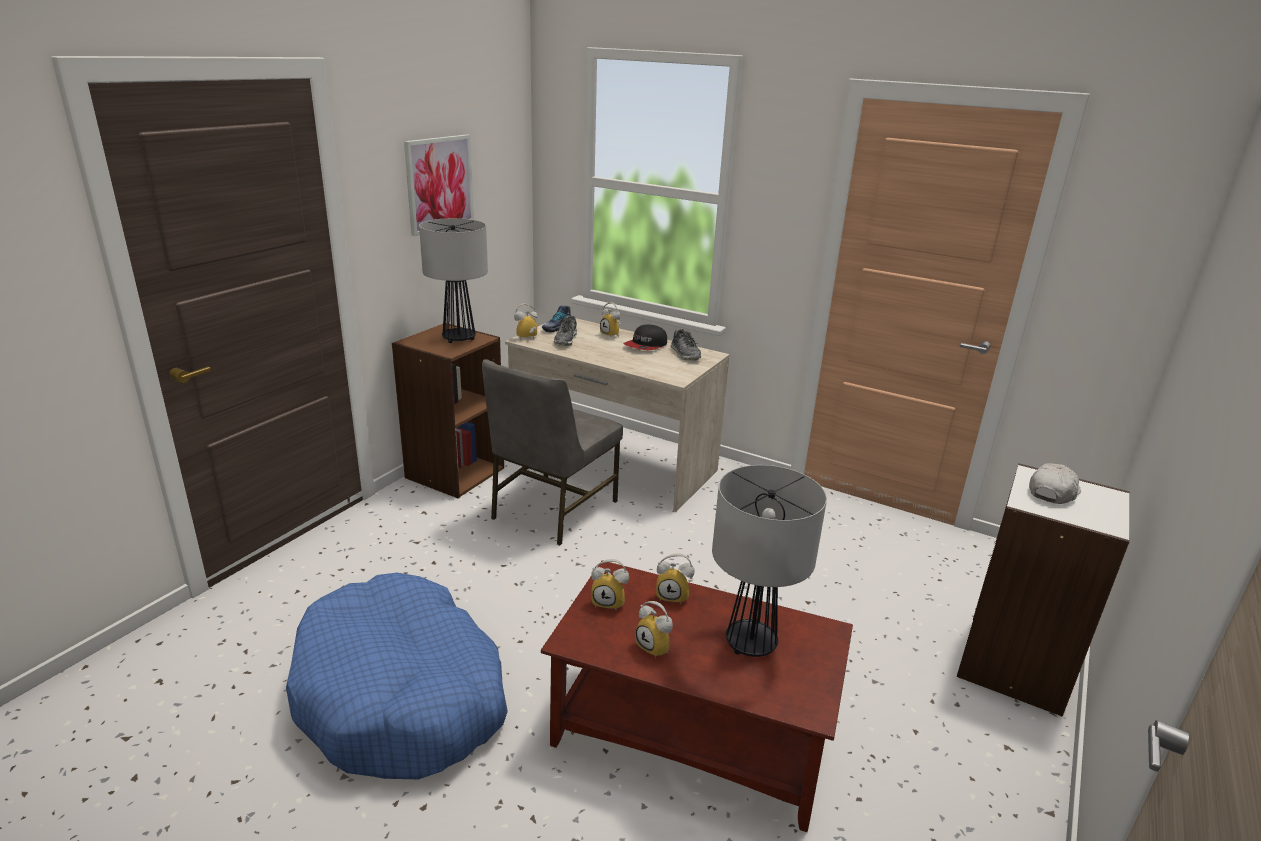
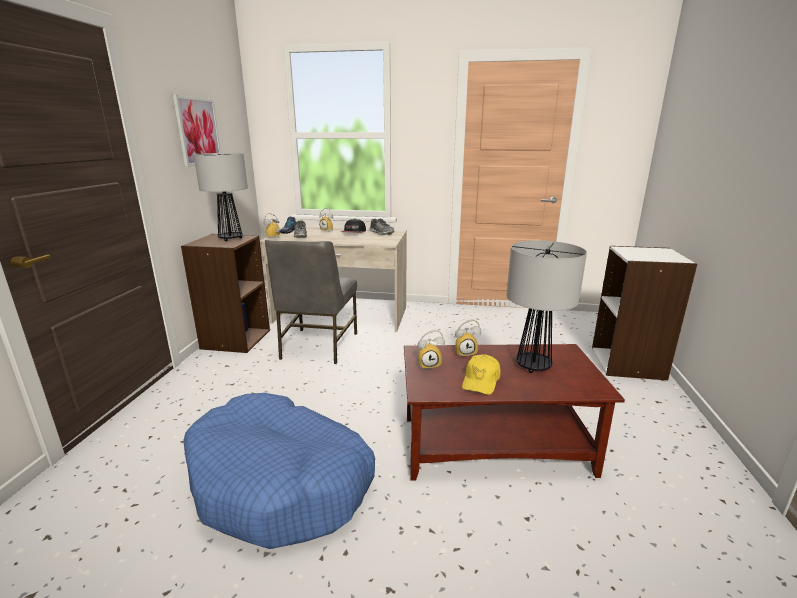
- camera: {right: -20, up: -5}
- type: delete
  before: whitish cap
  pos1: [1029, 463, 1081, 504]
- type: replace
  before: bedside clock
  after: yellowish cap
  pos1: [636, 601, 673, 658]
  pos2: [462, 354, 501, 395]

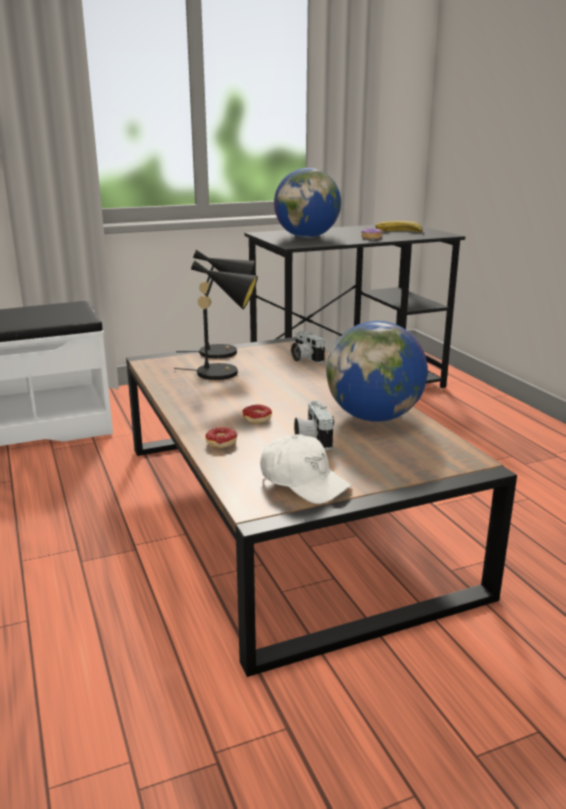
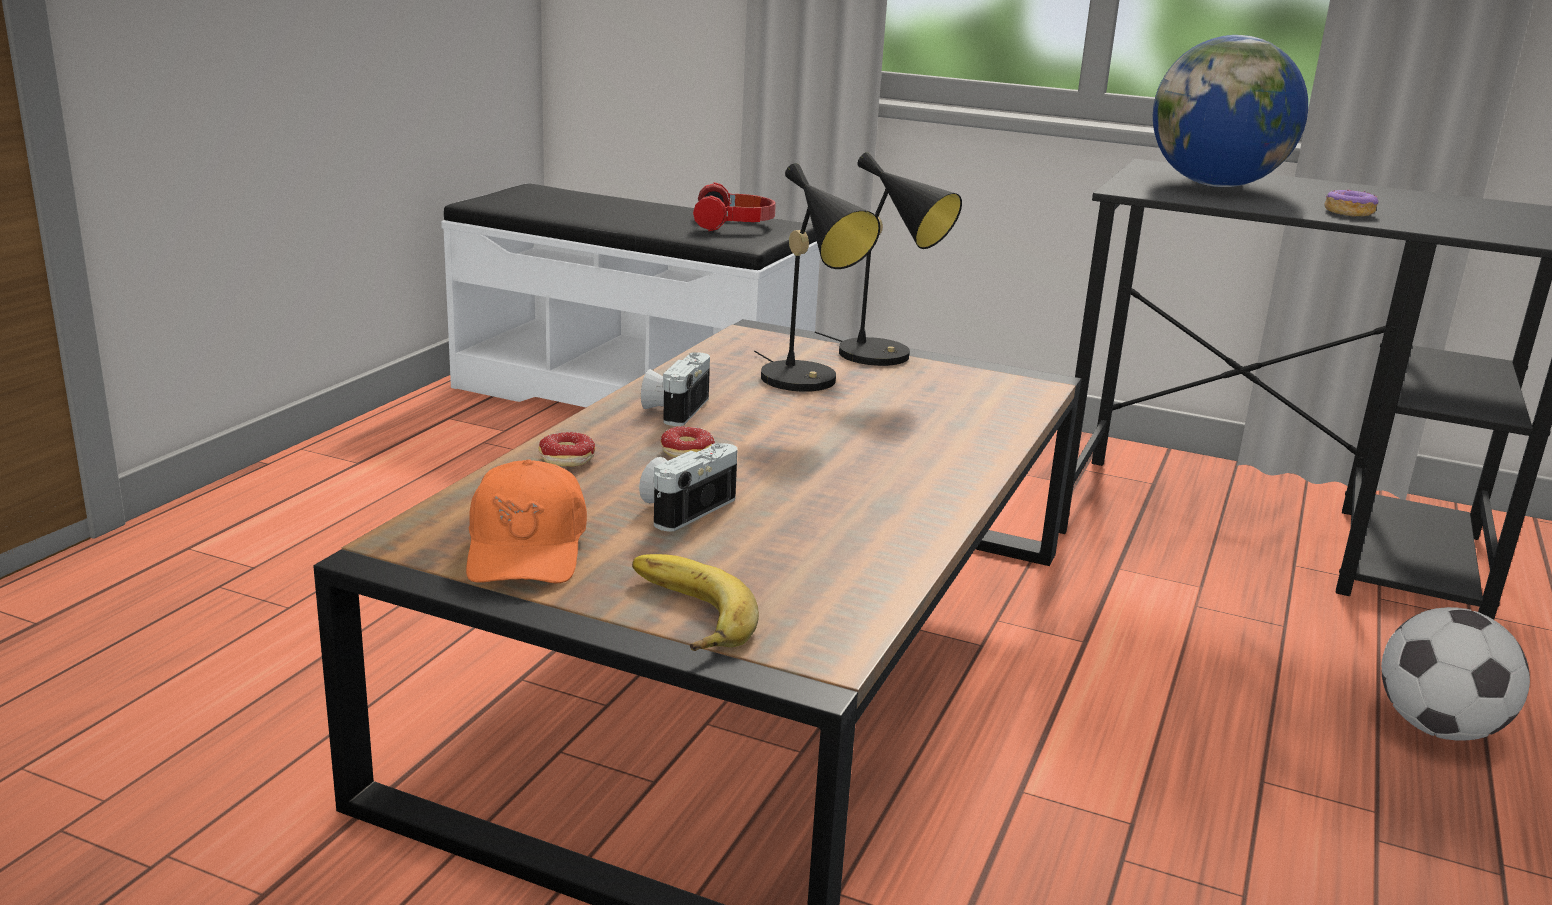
- camera: {right: 45, up: 0}
- type: move
  before: banana fruit
  pos1: [376, 221, 423, 232]
  pos2: [632, 554, 759, 651]
- type: delete
  before: world globe
  pos1: [326, 321, 428, 422]
- type: move
  before: photo camera
  pos1: [291, 331, 325, 363]
  pos2: [641, 352, 710, 426]
- type: recolor
  before: whitish cap
  after: orange cap
  pos1: [260, 434, 352, 504]
  pos2: [466, 459, 587, 583]
- type: insert
  after: headphones
  pos2: [693, 182, 776, 231]
- type: insert
  after: football
  pos2: [1381, 607, 1530, 741]

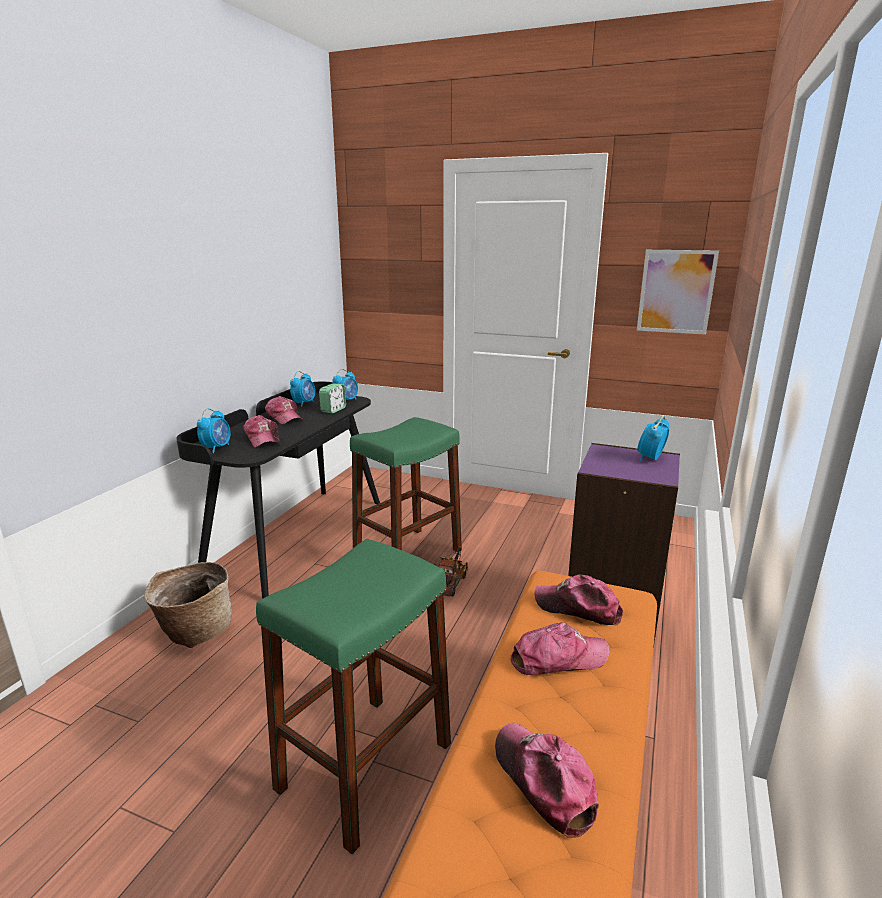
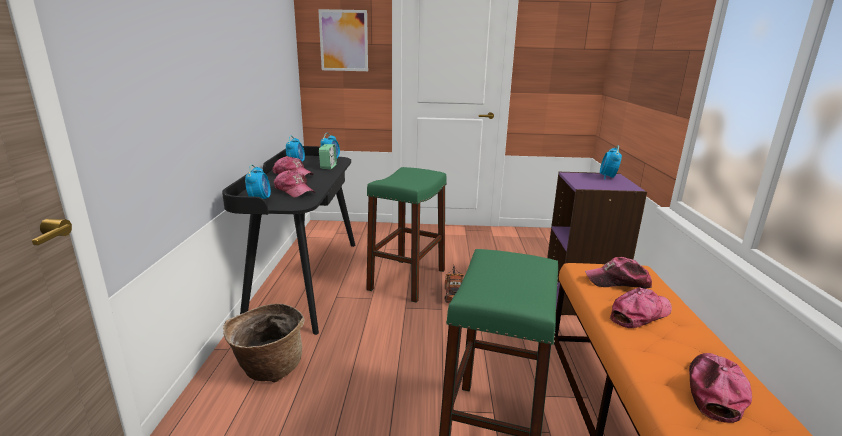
- camera: {right: -20, up: 0}
- type: move
  before: wall picture
  pos1: [637, 250, 719, 335]
  pos2: [318, 9, 368, 71]
- type: rotate
  before: cap
  pos1: [495, 723, 599, 838]
  pos2: [689, 353, 752, 423]
  turn: 75

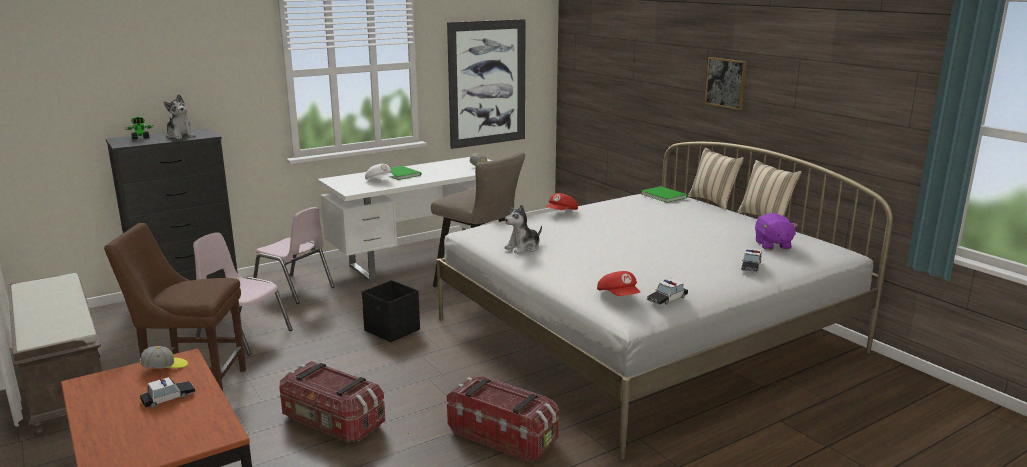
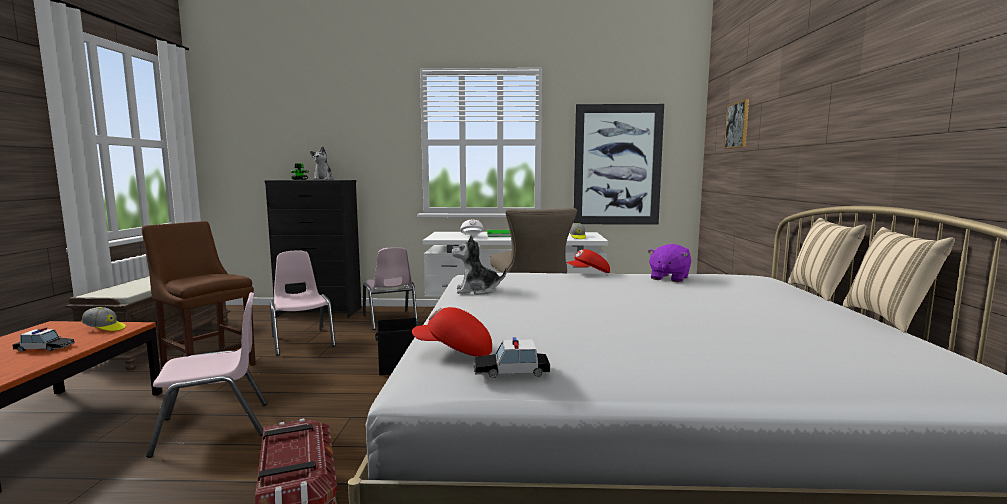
- camera: {right: 35, up: -10}
- type: move
  before: wall picture
  pos1: [705, 57, 747, 110]
  pos2: [724, 99, 749, 149]
- type: delete
  before: green-coloured volume
  pos1: [641, 186, 688, 203]
- type: move
  before: purple-coloured soft toy
  pos1: [755, 213, 798, 250]
  pos2: [647, 244, 691, 282]
- type: delete
  before: toy car
  pos1: [741, 248, 762, 272]
- type: rotate
  before: red cap
  pos1: [597, 271, 640, 296]
  pos2: [412, 307, 492, 357]
  turn: 90
- type: replace
  before: storage container
  after: pink upright chair
  pos1: [279, 361, 385, 442]
  pos2: [146, 292, 267, 458]

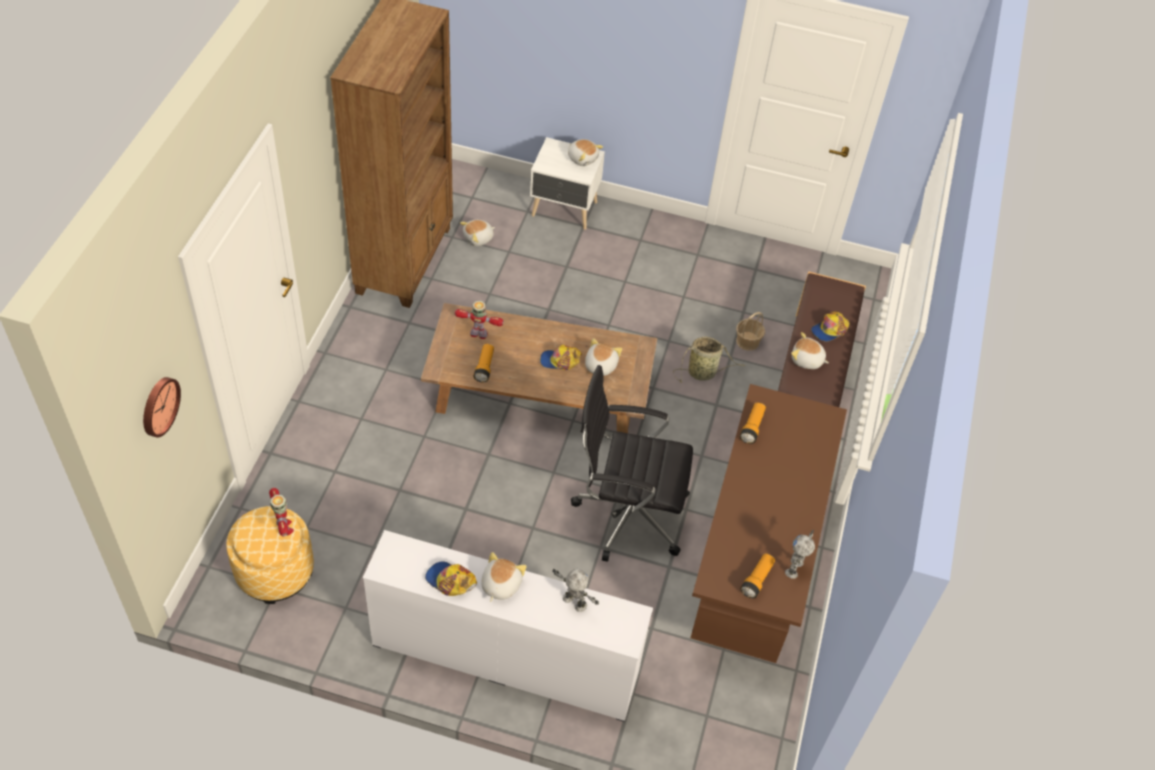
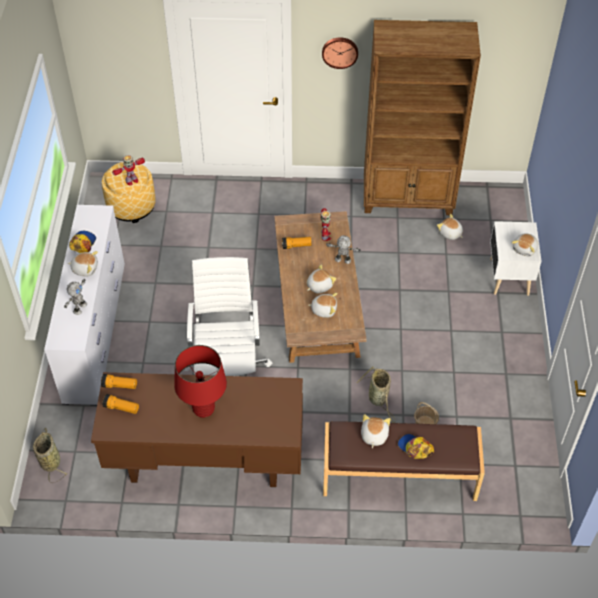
- camera: {right: 80, up: 0}
- type: replace
  before: cap
  after: soft toy
  pos1: [540, 345, 582, 370]
  pos2: [307, 264, 336, 293]
- type: recolor
  before: black computer chair
  after: whitish computer chair
  pos1: [571, 365, 693, 562]
  pos2: [184, 257, 273, 376]
- type: move
  before: hanging clock
  pos1: [143, 377, 181, 437]
  pos2: [322, 37, 358, 69]
- type: move
  before: flashlight
  pos1: [740, 402, 766, 444]
  pos2: [101, 374, 137, 389]
- type: move
  before: robot figure
  pos1: [785, 530, 815, 579]
  pos2: [326, 235, 361, 264]
- type: insert
  after: red tabletop lamp
  pos2: [174, 345, 227, 418]
- type: insert
  after: basket
  pos2: [33, 428, 68, 483]

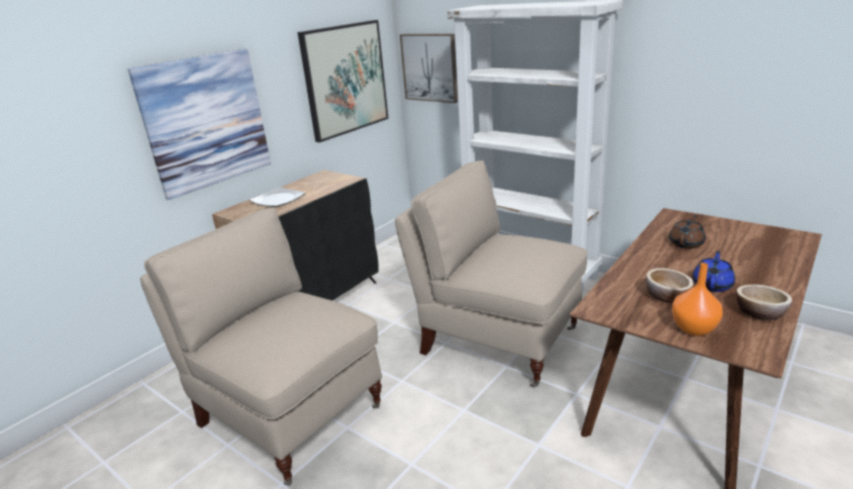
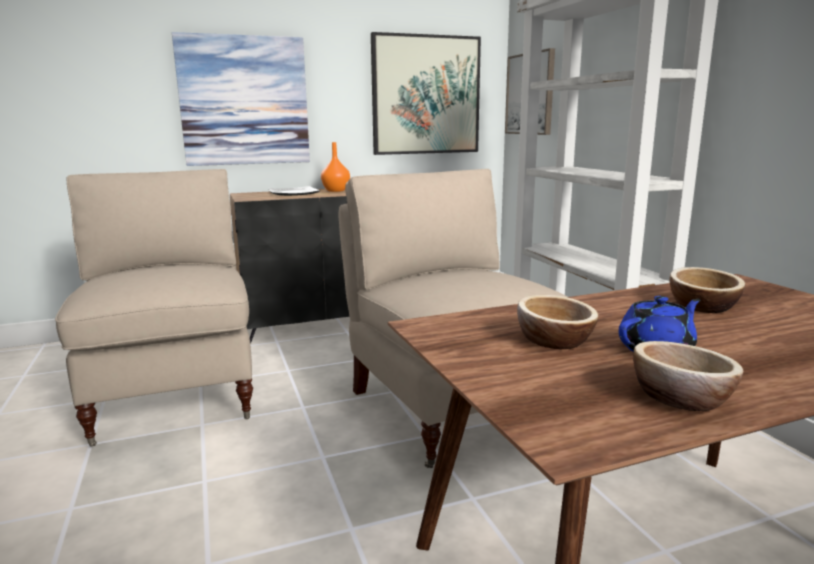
- camera: {right: 30, up: -10}
- type: replace
  before: brown teapot
  after: bowl
  pos1: [669, 215, 706, 249]
  pos2: [670, 267, 746, 313]
- type: move
  before: orange decorative vase
  pos1: [672, 263, 723, 336]
  pos2: [321, 142, 350, 192]

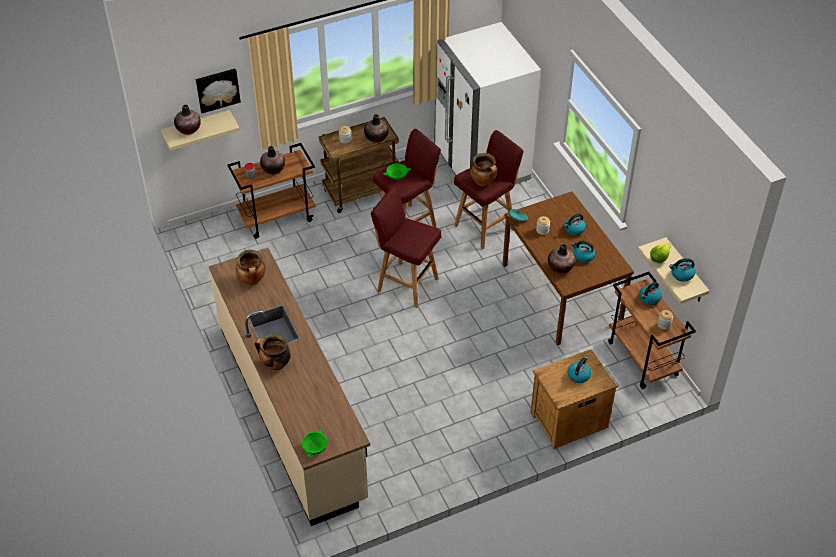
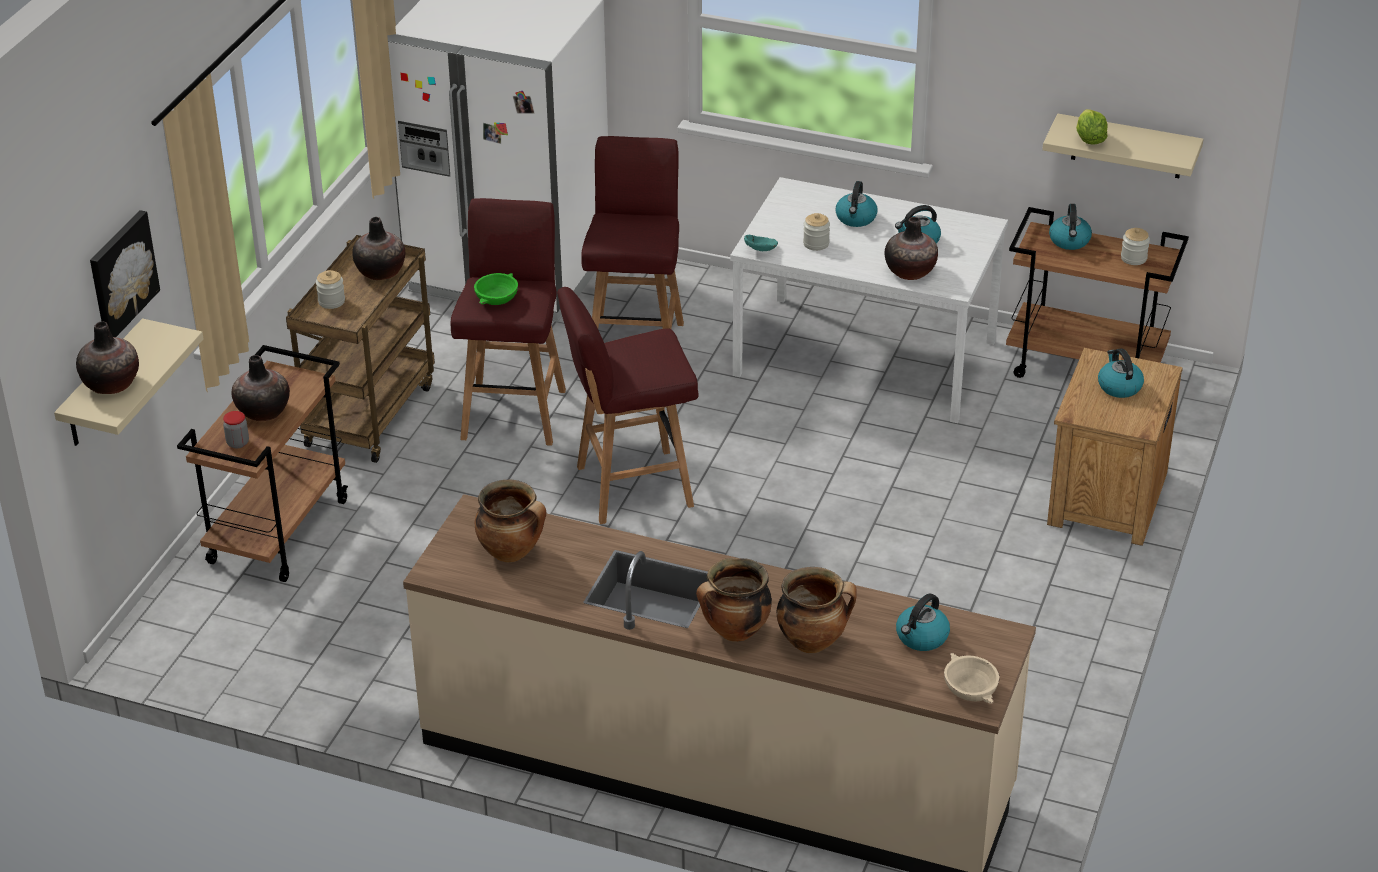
- camera: {right: -45, up: -10}
- type: move
  before: stockpot
  pos1: [470, 153, 497, 186]
  pos2: [777, 567, 857, 653]
- type: recolor
  before: brown dinner table
  after: whitish dinner table
  pos1: [503, 192, 634, 345]
  pos2: [730, 177, 1008, 423]
- type: move
  before: water kettle
  pos1: [669, 258, 695, 282]
  pos2: [896, 593, 950, 651]
- type: recolor
  before: green-coloured bowl
  after: beige-coloured bowl
  pos1: [302, 429, 327, 458]
  pos2: [944, 653, 1000, 704]

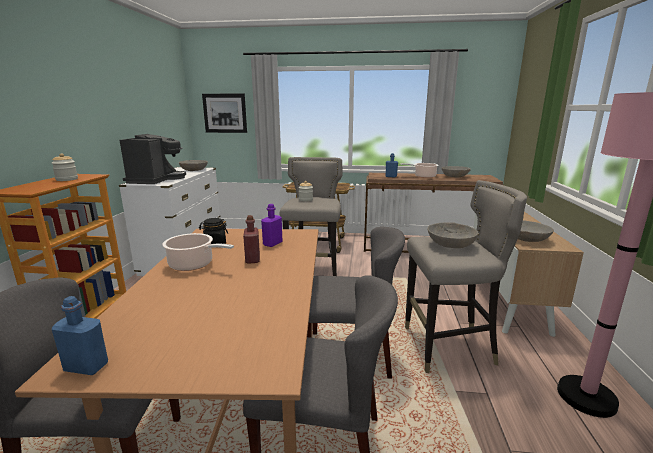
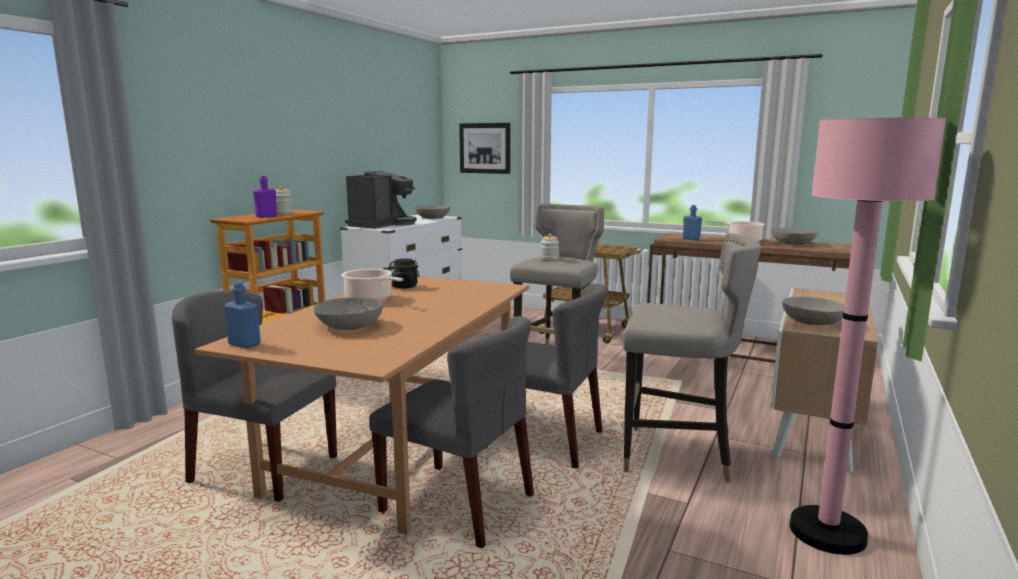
- camera: {right: 20, up: -5}
- type: move
  before: purple-coloured drink bottle
  pos1: [261, 204, 282, 247]
  pos2: [253, 176, 277, 218]
- type: delete
  before: red drink bottle
  pos1: [243, 215, 260, 264]
- type: move
  before: gray bowl
  pos1: [427, 222, 478, 248]
  pos2: [313, 297, 383, 330]

